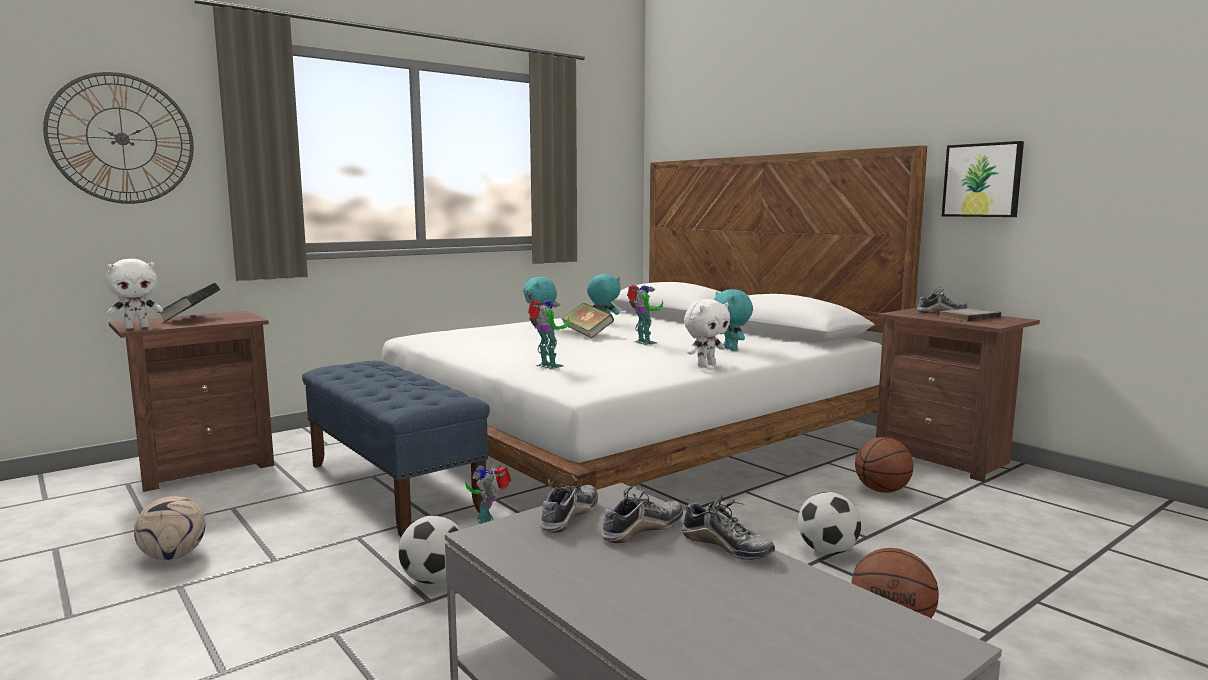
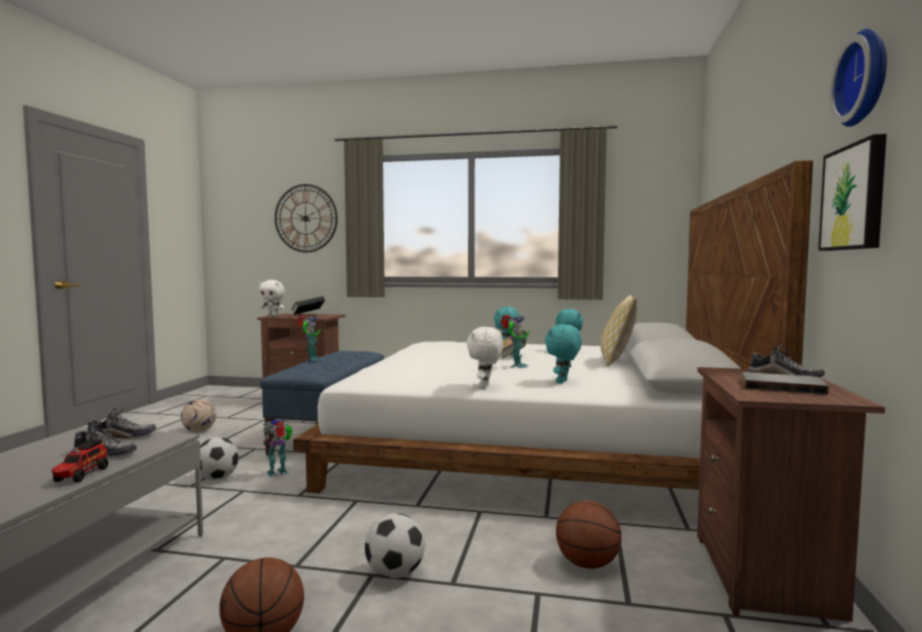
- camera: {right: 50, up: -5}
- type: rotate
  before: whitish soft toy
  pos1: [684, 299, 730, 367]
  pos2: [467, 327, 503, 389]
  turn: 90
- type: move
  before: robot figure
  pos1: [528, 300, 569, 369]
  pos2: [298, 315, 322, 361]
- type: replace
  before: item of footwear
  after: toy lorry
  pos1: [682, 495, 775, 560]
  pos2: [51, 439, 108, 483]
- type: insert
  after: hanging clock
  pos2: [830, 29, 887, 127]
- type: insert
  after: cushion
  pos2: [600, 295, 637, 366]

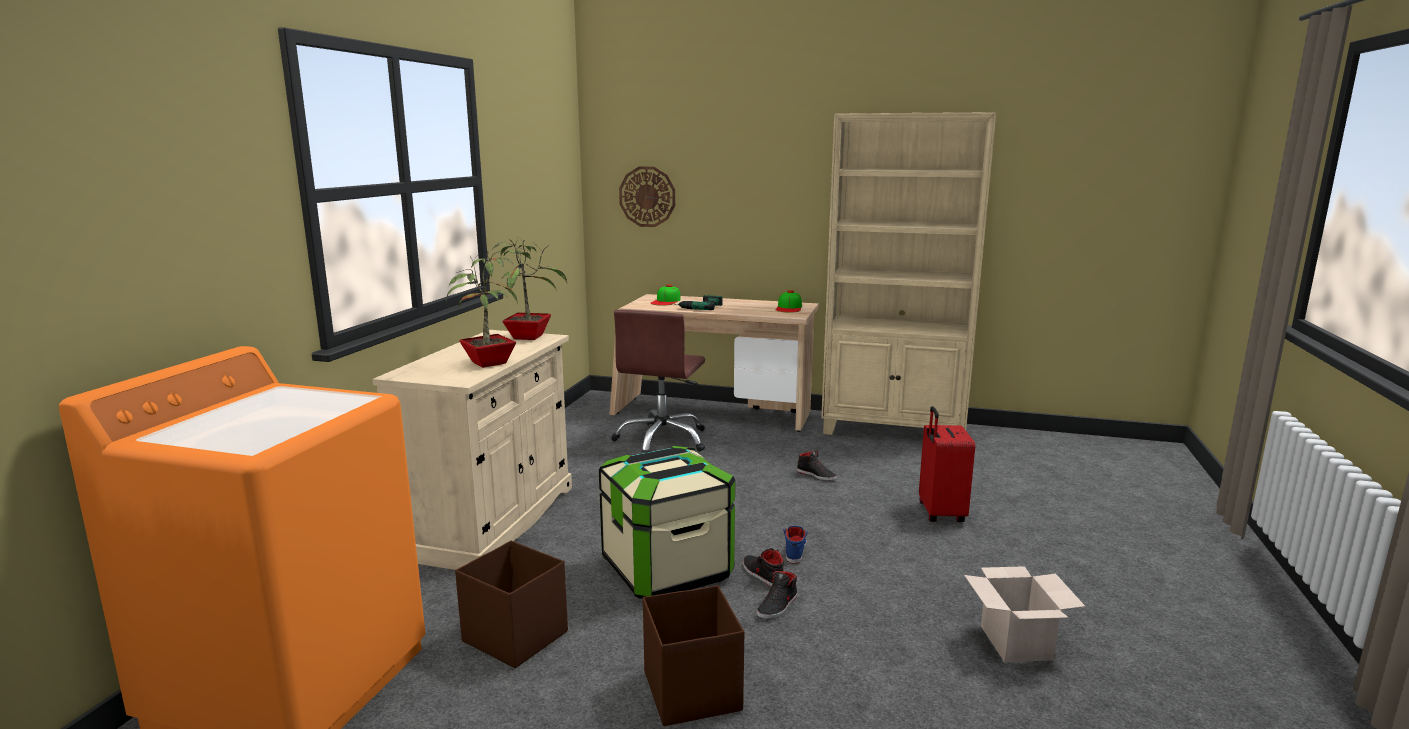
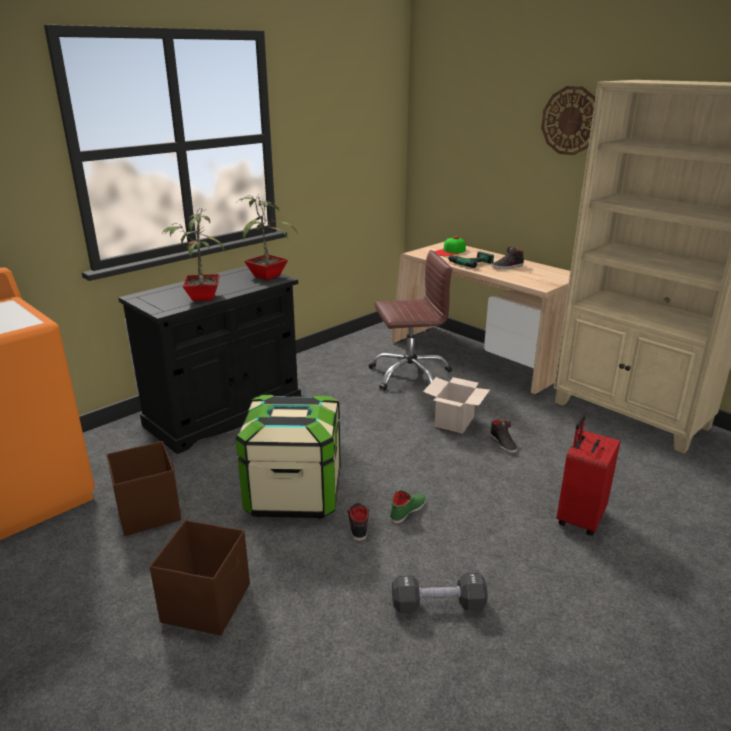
- camera: {right: 30, up: 10}
- type: move
  before: hanging clock
  pos1: [619, 166, 675, 227]
  pos2: [541, 86, 595, 155]
- type: delete
  before: cap
  pos1: [776, 290, 802, 312]
- type: rotate
  before: brown computer chair
  pos1: [611, 310, 705, 454]
  pos2: [368, 250, 452, 391]
  turn: -150
- type: recolor
  before: beige-coloured storage cabinet
  after: black storage cabinet
  pos1: [373, 330, 572, 570]
  pos2: [118, 266, 301, 454]
- type: recolor
  before: blue item of footwear
  after: green-coloured item of footwear
  pos1: [783, 526, 808, 564]
  pos2: [390, 490, 426, 524]
- type: move
  before: carton
  pos1: [964, 566, 1085, 662]
  pos2: [423, 377, 490, 433]
- type: move
  before: black item of footwear
  pos1: [757, 571, 797, 619]
  pos2: [492, 246, 524, 269]
- type: insert
  after: black hand weight
  pos2: [392, 573, 488, 613]

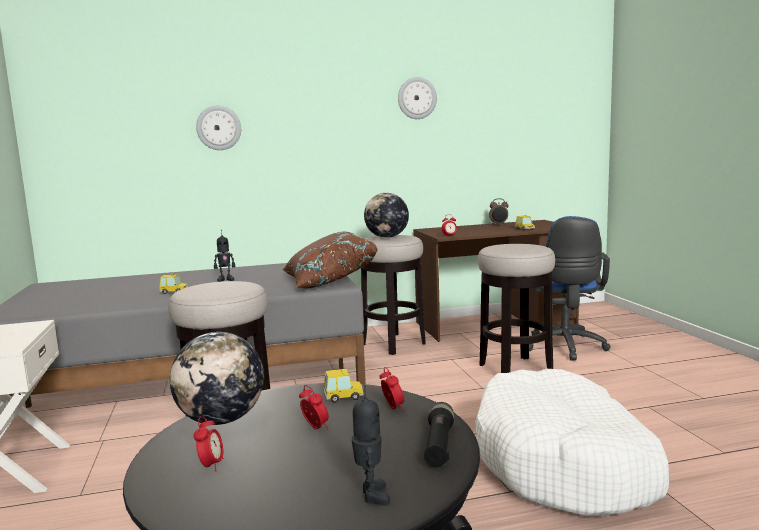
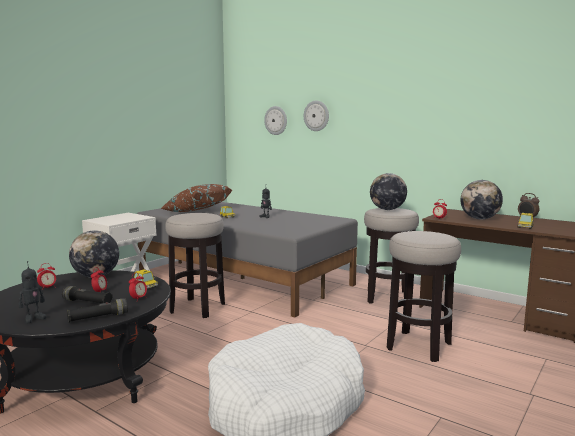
- camera: {right: 50, up: 0}
- type: move
  before: hanging clock
  pos1: [398, 77, 437, 119]
  pos2: [264, 106, 287, 135]
- type: delete
  before: blue computer chair
  pos1: [529, 216, 611, 360]
- type: move
  before: brown cushion
  pos1: [283, 232, 378, 288]
  pos2: [161, 184, 232, 212]
- type: insert
  after: world globe
  pos2: [461, 180, 503, 219]
- type: insert
  after: black flashlight
  pos2: [62, 286, 113, 303]

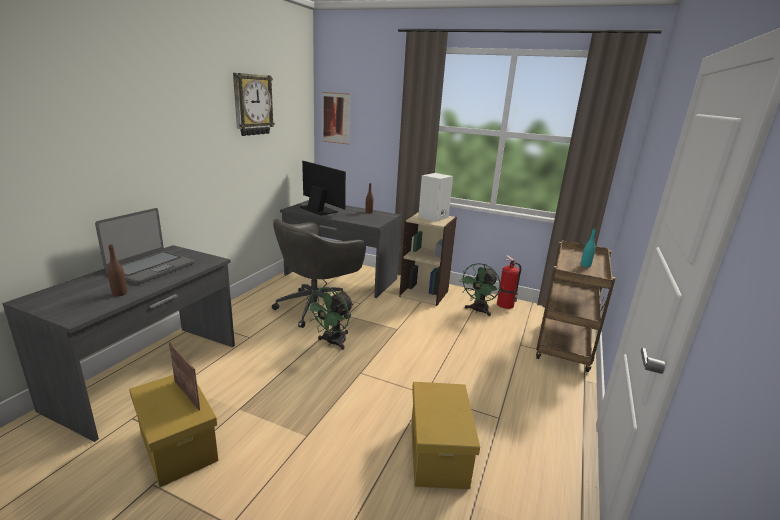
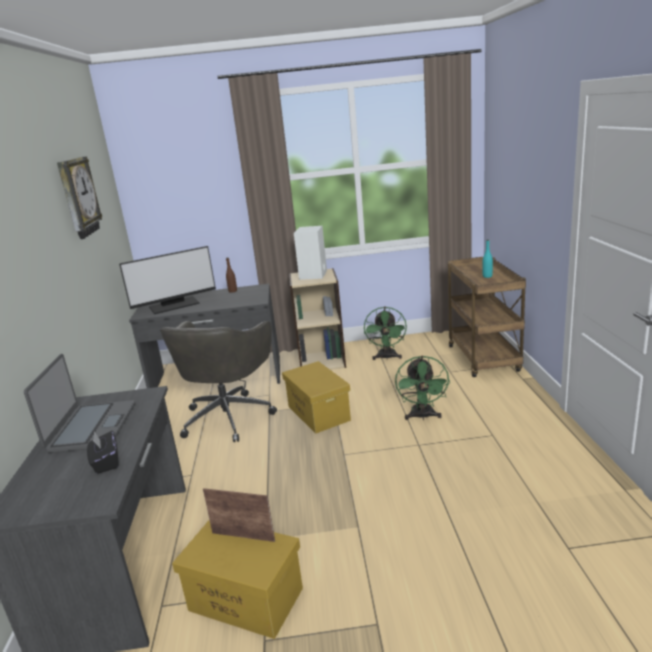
- camera: {right: -25, up: 0}
- type: delete
  before: wall picture
  pos1: [322, 92, 350, 144]
- type: rotate
  before: computer display
  pos1: [300, 161, 346, 216]
  pos2: [119, 246, 216, 314]
  turn: 135
- type: replace
  before: brown drink bottle
  after: black box of tissues
  pos1: [108, 244, 127, 296]
  pos2: [87, 431, 119, 474]
- type: delete
  before: fire-fighting cylinder
  pos1: [497, 255, 521, 309]
- type: move
  before: green-coloured electric fan
  pos1: [305, 287, 354, 350]
  pos2: [395, 356, 450, 420]
- type: move
  before: yellowish storage container
  pos1: [411, 382, 480, 489]
  pos2: [282, 361, 351, 434]

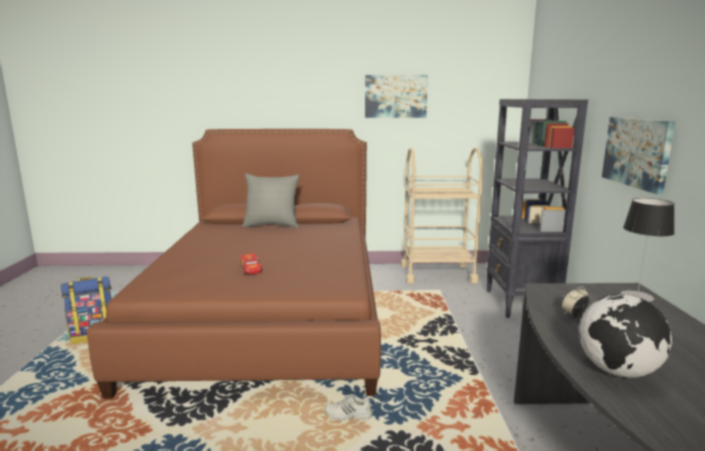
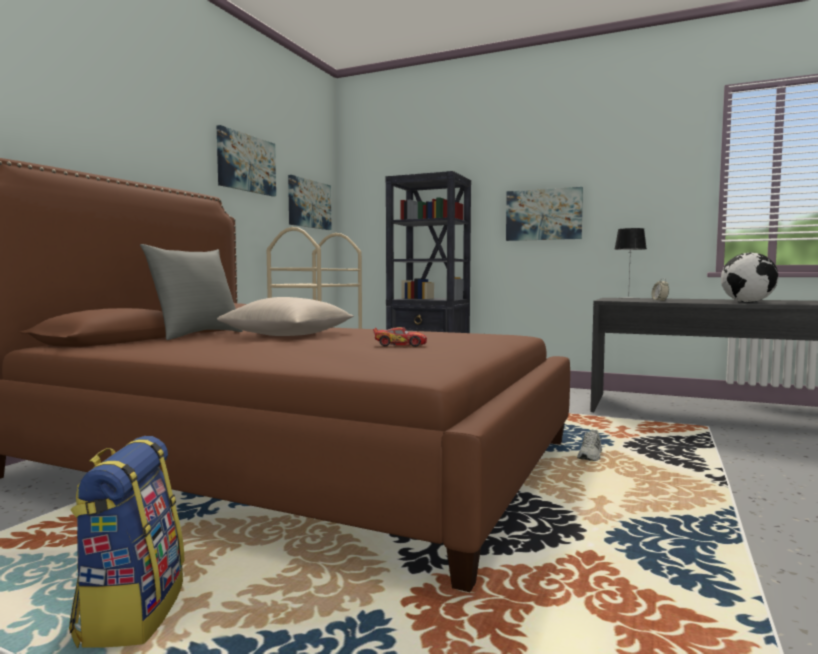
- camera: {right: -65, up: -10}
- type: insert
  after: wall picture
  pos2: [288, 175, 331, 230]
- type: insert
  after: beige-coloured cushion
  pos2: [217, 297, 354, 336]

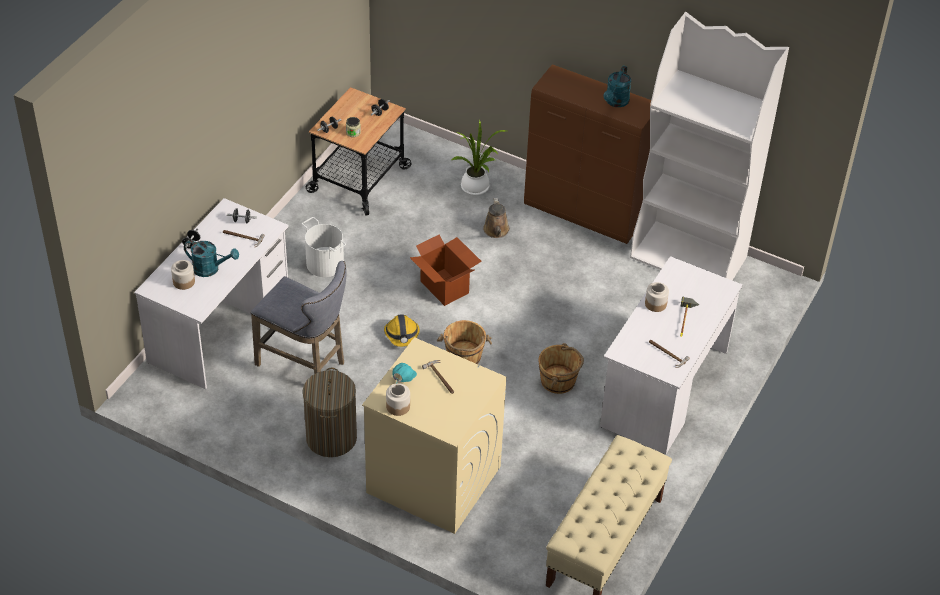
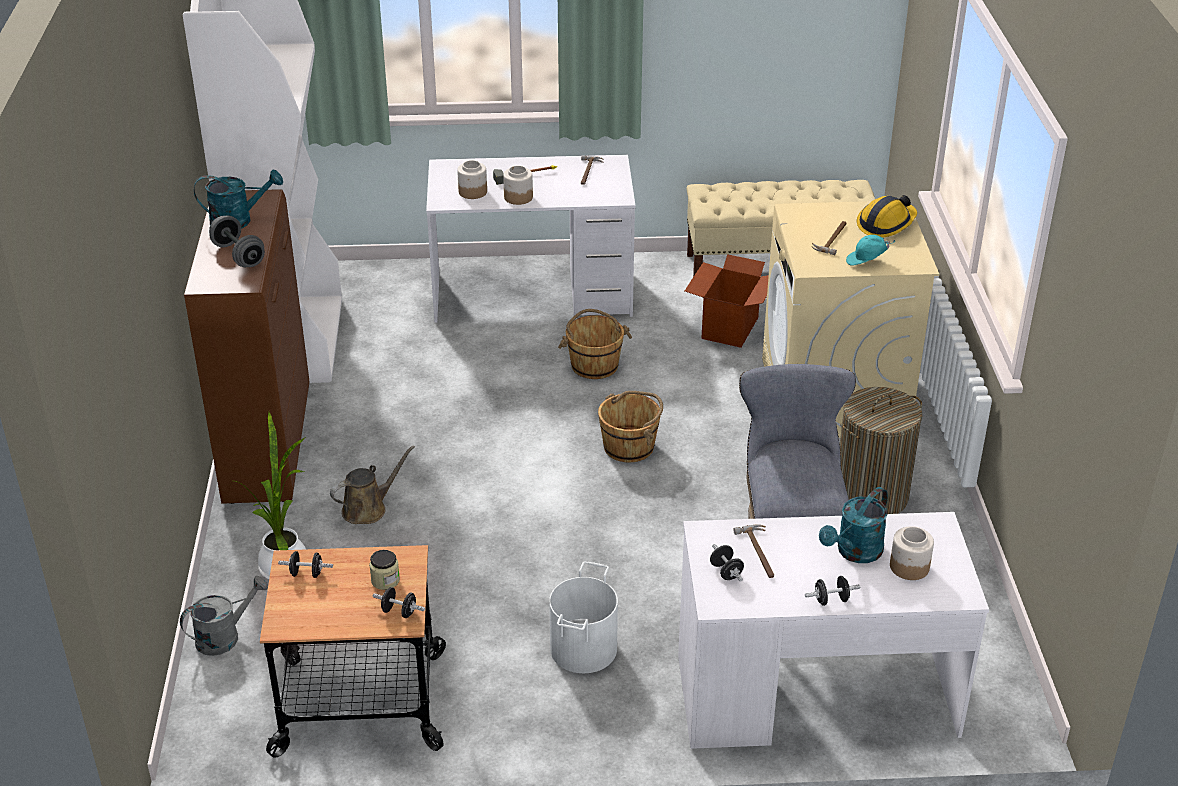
- camera: {right: -120, up: -10}
- type: move
  before: carton
  pos1: [410, 235, 482, 306]
  pos2: [685, 254, 769, 348]
- type: rotate
  before: turquoise-coloured sprinkling can
  pos1: [184, 240, 239, 277]
  pos2: [819, 487, 888, 563]
  turn: -120
- type: move
  before: work helmet
  pos1: [384, 314, 420, 347]
  pos2: [857, 195, 917, 238]
- type: move
  before: preserve jar
  pos1: [386, 383, 410, 416]
  pos2: [457, 160, 487, 199]
- type: insert
  after: gray hand weight
  pos2: [209, 215, 265, 267]
- type: insert
  after: gray sprinkling can
  pos2: [180, 576, 268, 656]

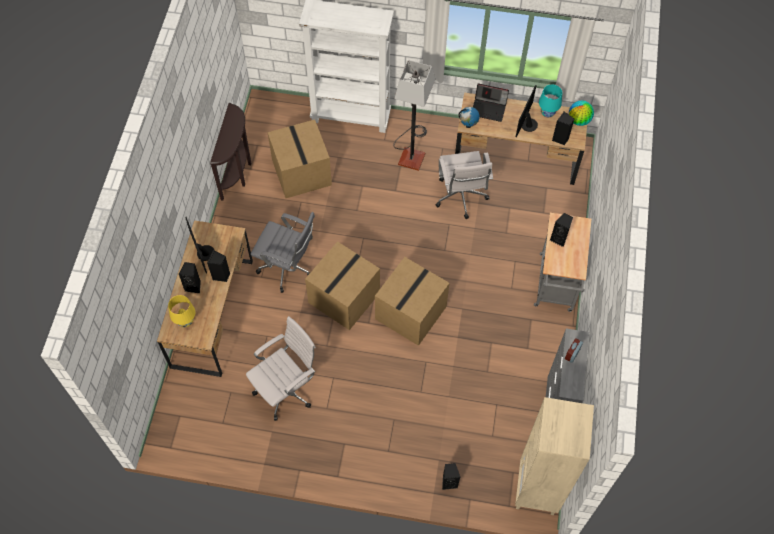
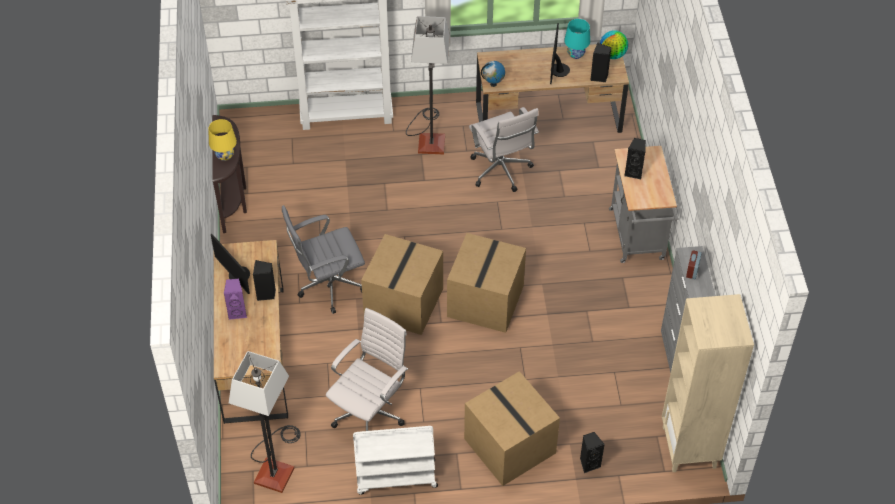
- camera: {right: -15, up: -10}
- type: delete
  before: laptop
  pos1: [473, 83, 509, 122]
- type: move
  before: carton
  pos1: [268, 119, 332, 198]
  pos2: [464, 371, 560, 486]
- type: rotate
  before: gray computer chair
  pos1: [251, 212, 315, 293]
  pos2: [282, 205, 365, 314]
  turn: 150
- type: recolor
  before: black audio speaker
  after: purple-coloured audio speaker
  pos1: [178, 262, 201, 293]
  pos2: [224, 278, 247, 320]
- type: move
  before: yellowish tabletop lamp
  pos1: [168, 295, 195, 327]
  pos2: [209, 119, 237, 161]
- type: insert
  after: floor lamp
  pos2: [229, 351, 300, 493]
- type: insert
  after: whitish wheeled cart
  pos2: [353, 426, 438, 495]

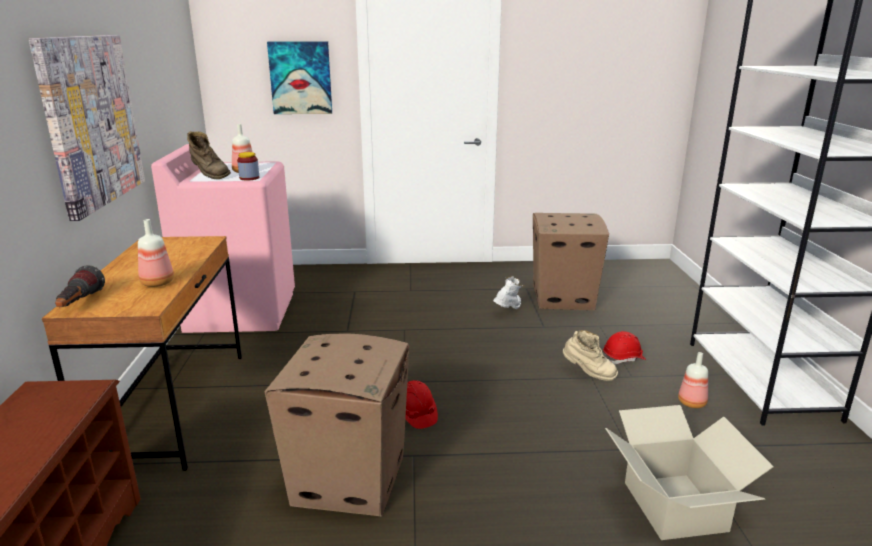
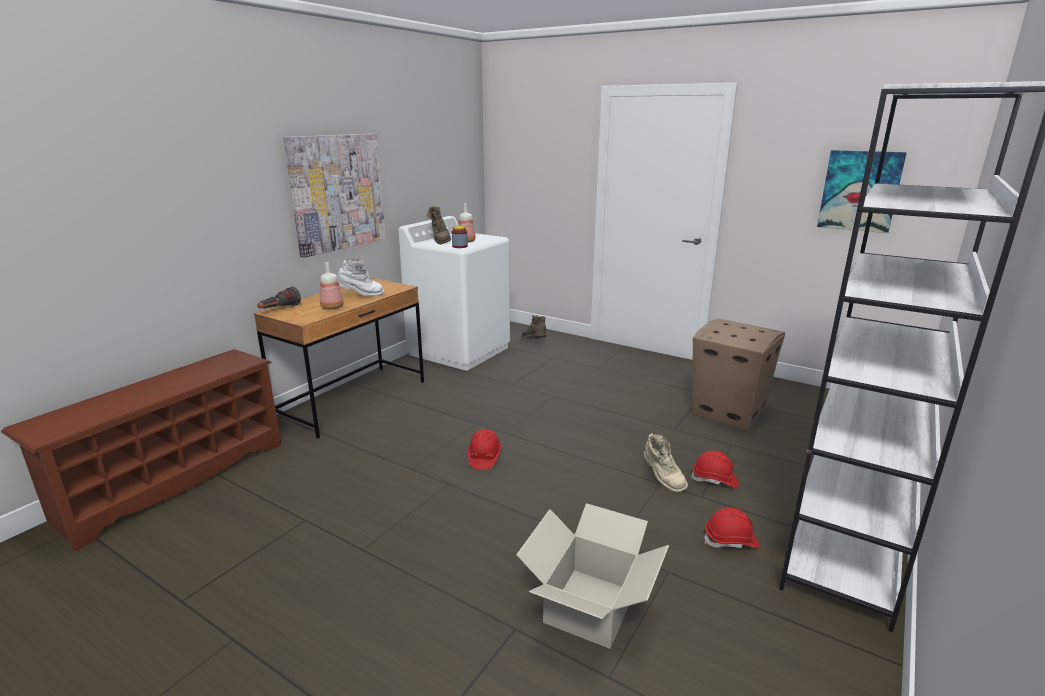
- camera: {right: 35, up: 0}
- type: move
  before: wall picture
  pos1: [267, 41, 332, 114]
  pos2: [817, 150, 907, 233]
- type: recolor
  before: pink laundry appliance
  after: whitish laundry appliance
  pos1: [151, 144, 295, 333]
  pos2: [398, 216, 510, 371]
- type: move
  before: whitish high-top boot
  pos1: [493, 276, 525, 309]
  pos2: [337, 259, 384, 297]
- type: delete
  before: carton
  pos1: [265, 334, 409, 517]
- type: replace
  before: drink bottle
  after: red work helmet
  pos1: [678, 352, 708, 408]
  pos2: [704, 507, 760, 548]
- type: insert
  after: brown high-top boot
  pos2: [521, 315, 546, 339]

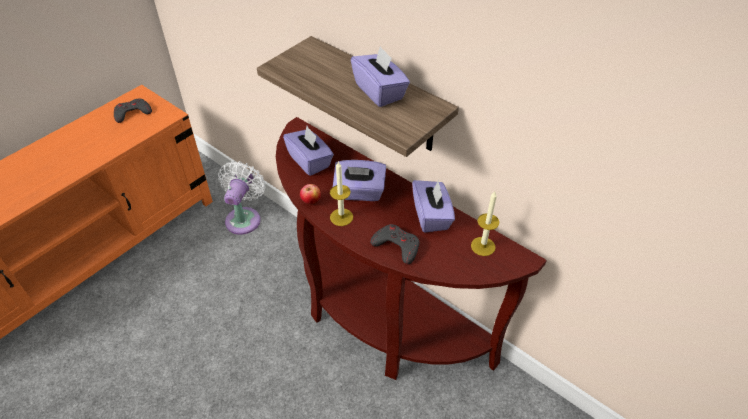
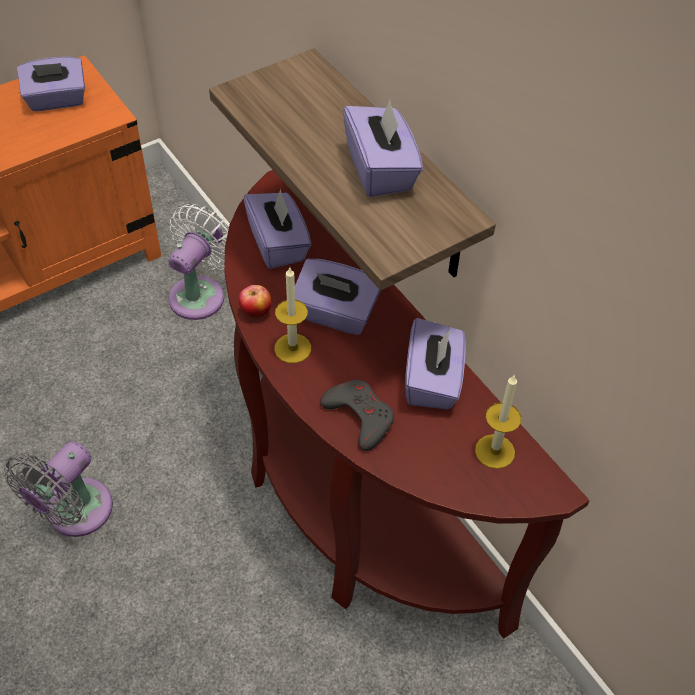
- camera: {right: 15, up: 5}
- type: replace
  before: gray gamepad
  after: purple-coloured box of tissues
  pos1: [114, 99, 152, 123]
  pos2: [17, 57, 85, 111]
- type: insert
  after: gray electric fan
  pos2: [3, 441, 113, 537]

